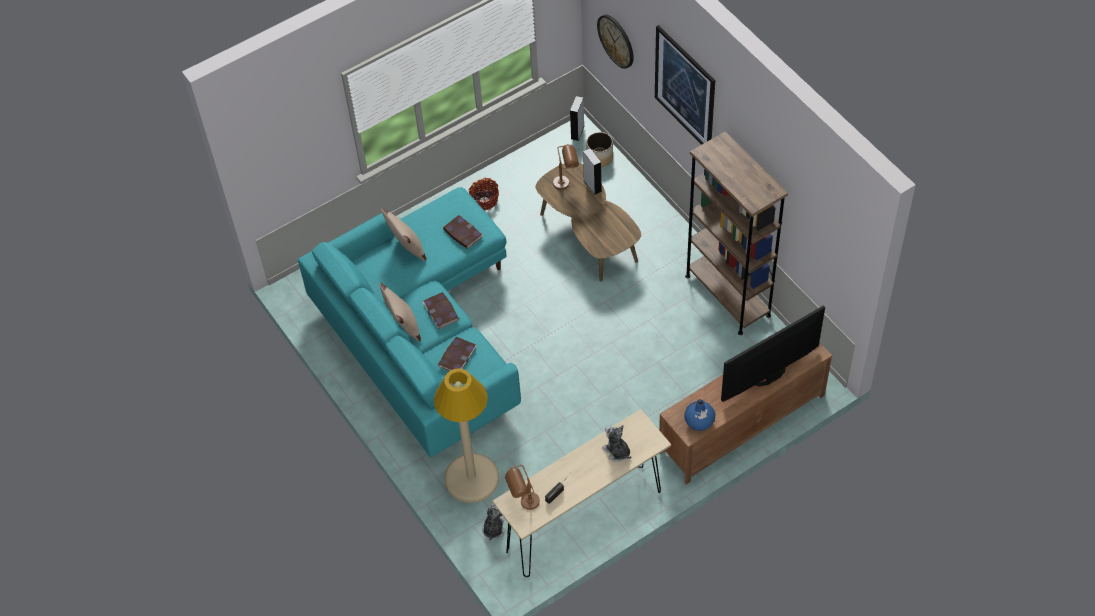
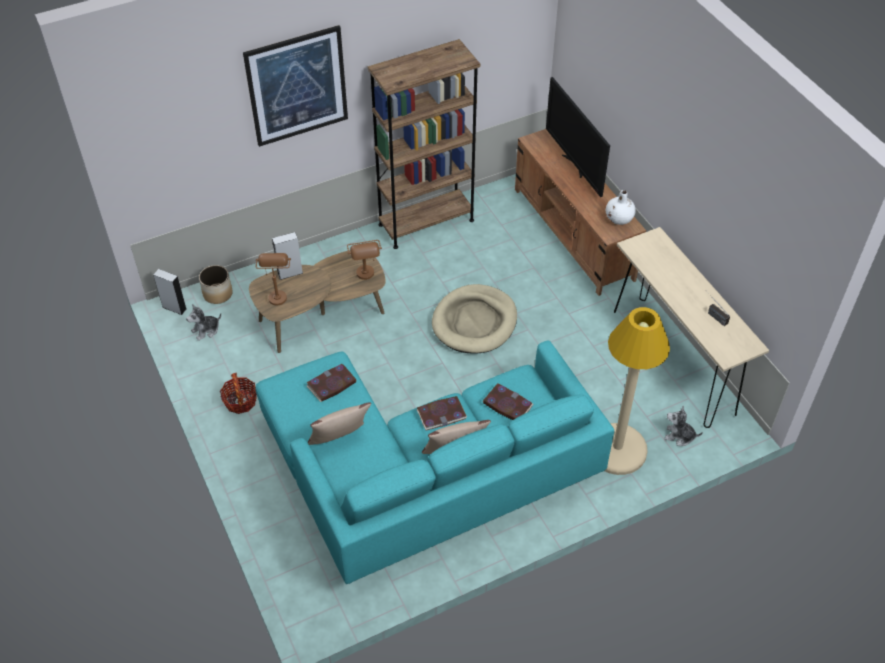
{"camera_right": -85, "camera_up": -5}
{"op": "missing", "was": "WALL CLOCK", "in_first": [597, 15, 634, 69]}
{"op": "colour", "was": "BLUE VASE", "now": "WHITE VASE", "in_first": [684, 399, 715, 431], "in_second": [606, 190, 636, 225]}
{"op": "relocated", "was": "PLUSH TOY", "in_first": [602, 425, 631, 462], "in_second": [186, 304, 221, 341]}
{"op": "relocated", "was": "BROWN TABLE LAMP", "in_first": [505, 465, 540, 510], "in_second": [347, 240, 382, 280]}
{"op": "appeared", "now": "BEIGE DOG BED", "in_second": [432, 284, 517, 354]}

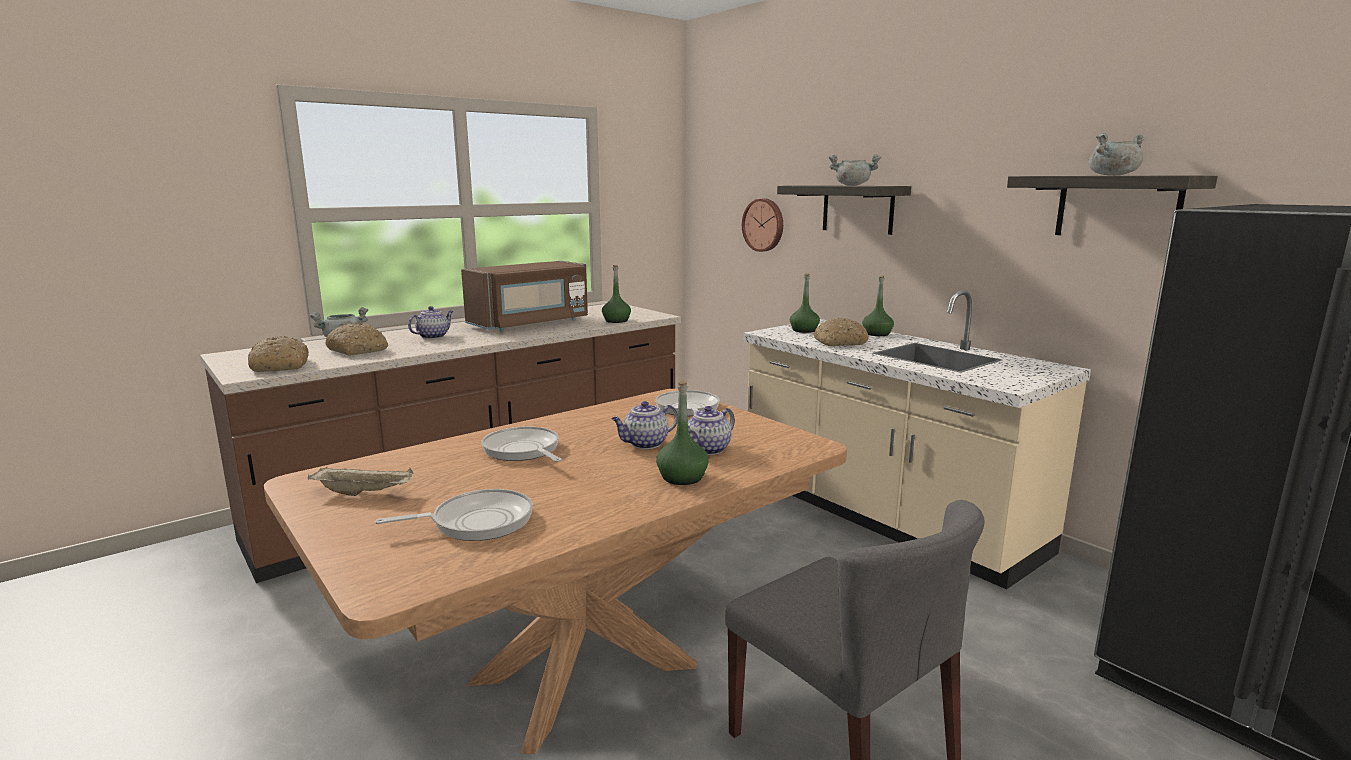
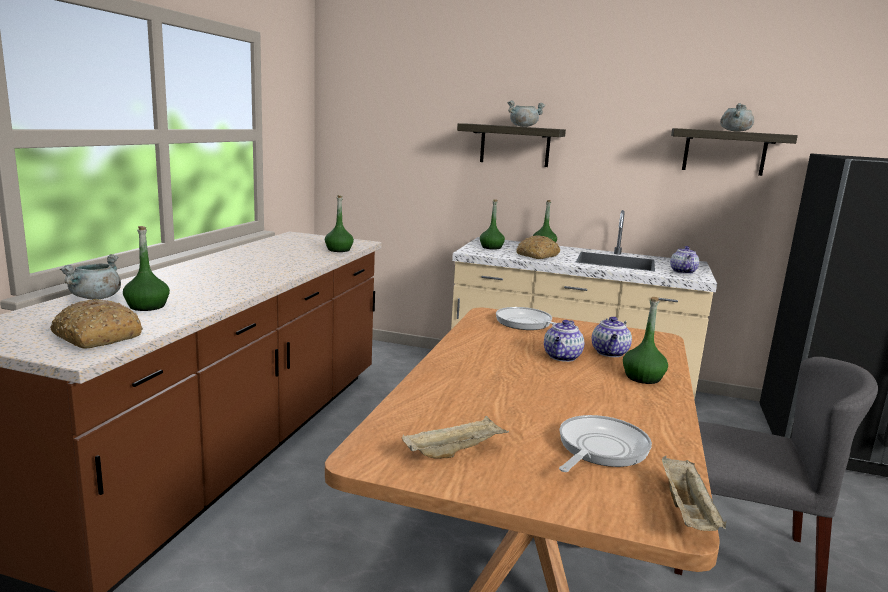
{"camera_right": -35, "camera_up": 0}
{"op": "missing", "was": "WALL CLOCK", "in_first": [742, 198, 783, 252]}
{"op": "missing", "was": "BROWN MICROWAVE", "in_first": [461, 261, 588, 331]}
{"op": "relocated", "was": "TEAPOT", "in_first": [408, 306, 453, 339], "in_second": [670, 246, 699, 274]}
{"op": "exchanged", "was": "BREAD", "now": "GREEN BOTTLE", "in_first": [325, 323, 388, 355], "in_second": [123, 226, 170, 311]}
{"op": "missing", "was": "FRYING PAN", "in_first": [481, 426, 562, 462]}
{"op": "appeared", "now": "BEIGE TRAY", "in_second": [662, 456, 727, 531]}

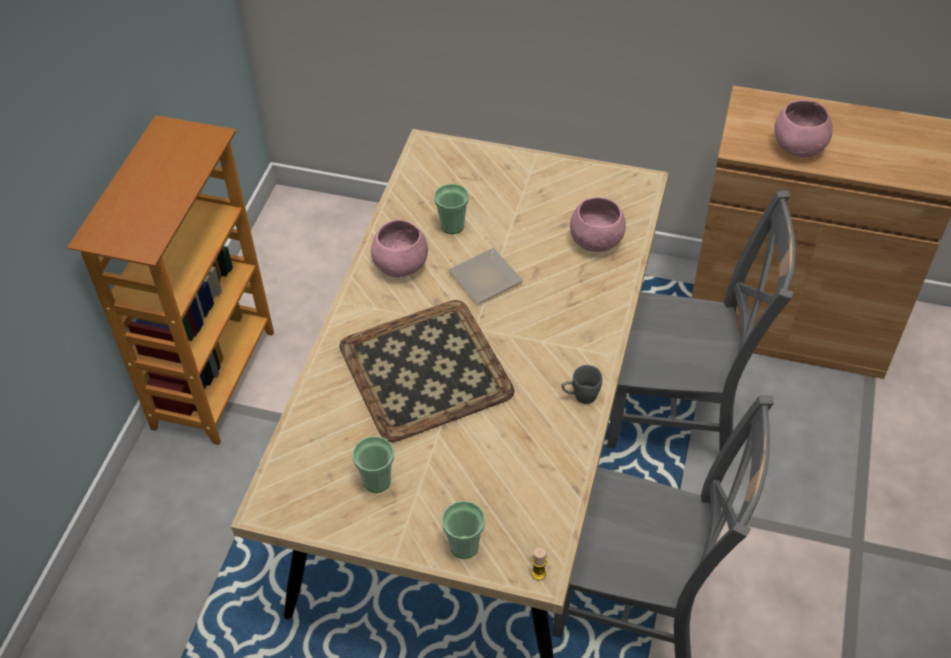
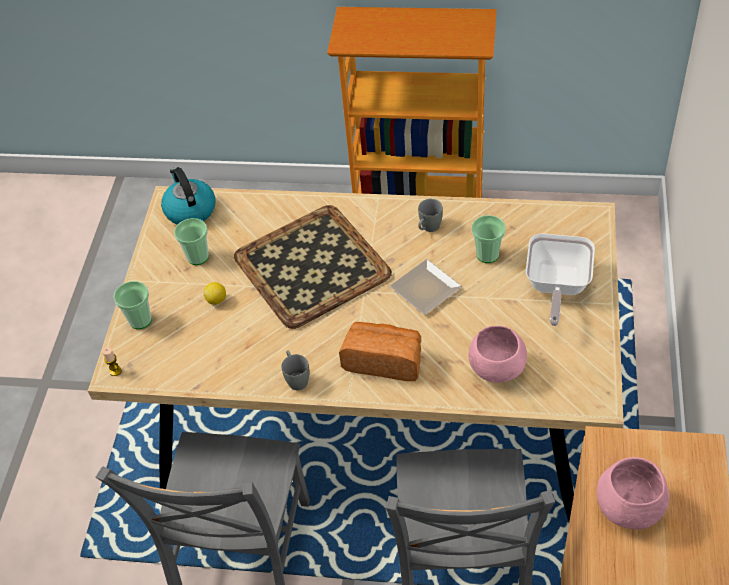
{"camera_right": 85, "camera_up": 0}
{"op": "exchanged", "was": "PINK BOWL", "now": "GREY MUG", "in_first": [371, 219, 428, 277], "in_second": [418, 199, 443, 232]}
{"op": "appeared", "now": "KETTLE", "in_second": [161, 167, 215, 225]}
{"op": "appeared", "now": "FRYING PAN", "in_second": [526, 233, 595, 326]}
{"op": "appeared", "now": "LEMON", "in_second": [203, 282, 226, 305]}
{"op": "appeared", "now": "BREAD", "in_second": [339, 322, 421, 381]}

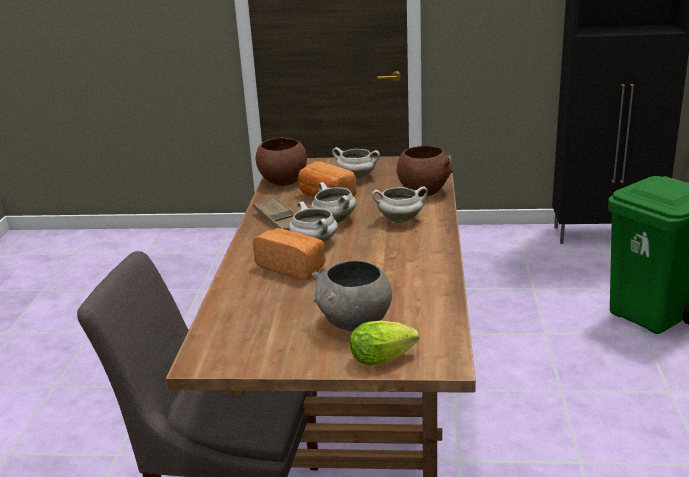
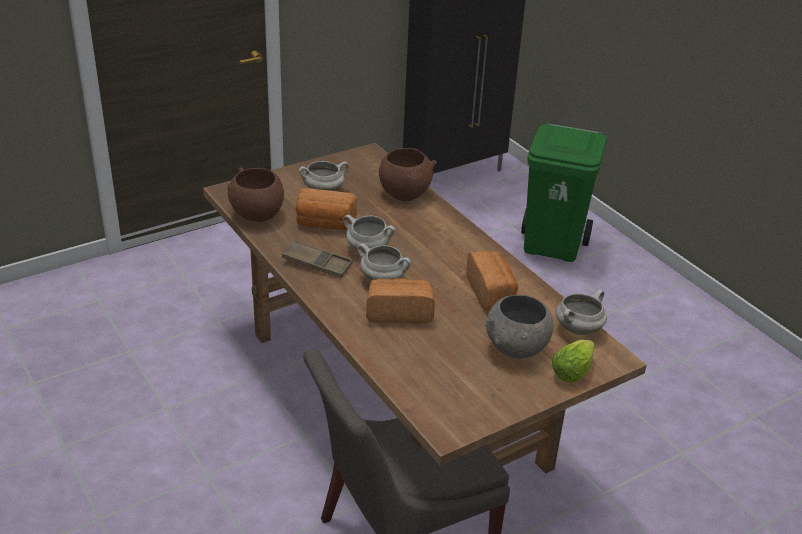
{"camera_right": -40, "camera_up": 10}
{"op": "relocated", "was": "WHITE COOKING POT", "in_first": [372, 187, 428, 223], "in_second": [556, 289, 607, 335]}
{"op": "appeared", "now": "BREAD", "in_second": [466, 251, 518, 311]}

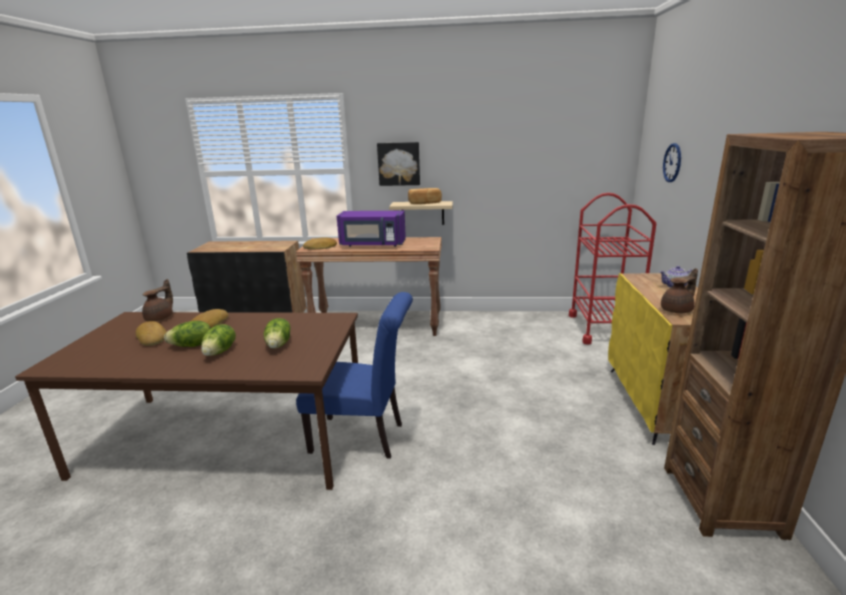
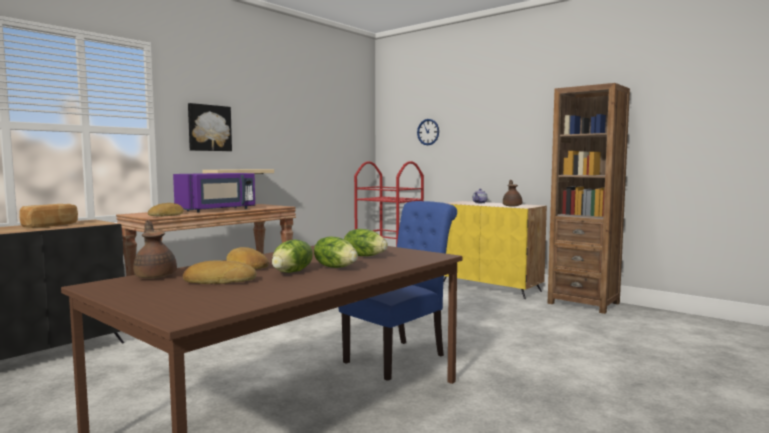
{"camera_right": -55, "camera_up": -15}
{"op": "relocated", "was": "BREAD", "in_first": [408, 188, 442, 204], "in_second": [19, 204, 78, 228]}

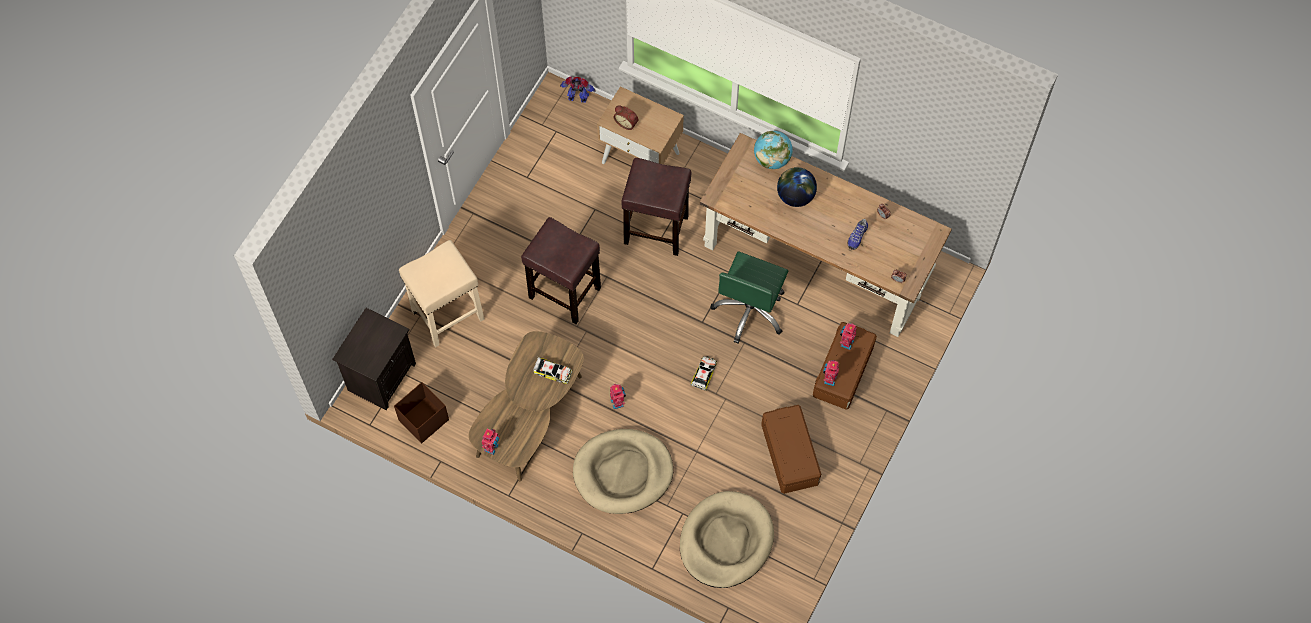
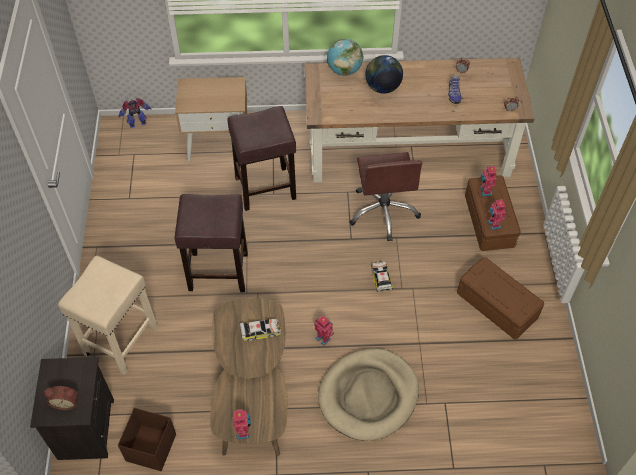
{"camera_right": -30, "camera_up": -10}
{"op": "relocated", "was": "ALARM CLOCK", "in_first": [614, 105, 639, 130], "in_second": [44, 386, 78, 410]}
{"op": "colour", "was": "GREEN OFFICE CHAIR", "now": "BROWN OFFICE CHAIR", "in_first": [711, 251, 788, 344], "in_second": [349, 152, 422, 241]}
{"op": "missing", "was": "BEIGE DOG BED", "in_first": [680, 491, 774, 588]}

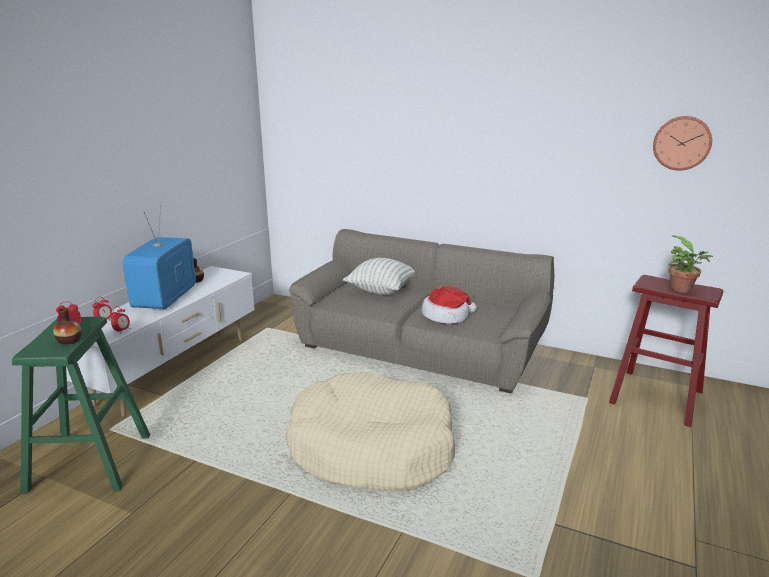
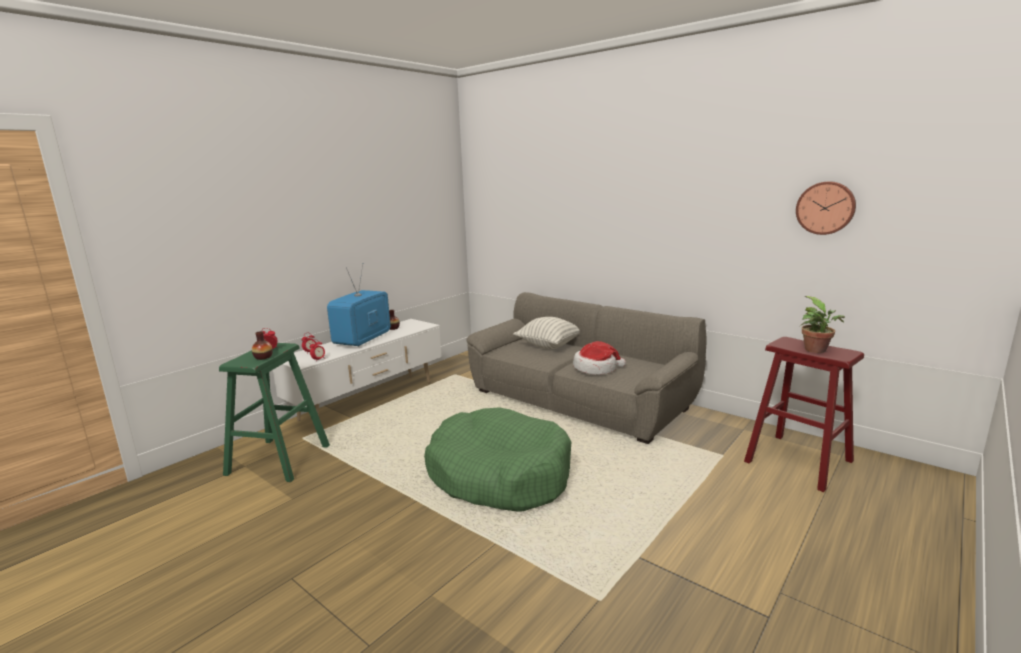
{"camera_right": 15, "camera_up": -5}
{"op": "colour", "was": "BEIGE DOG BED", "now": "GREEN DOG BED", "in_first": [286, 372, 455, 491], "in_second": [424, 407, 571, 512]}

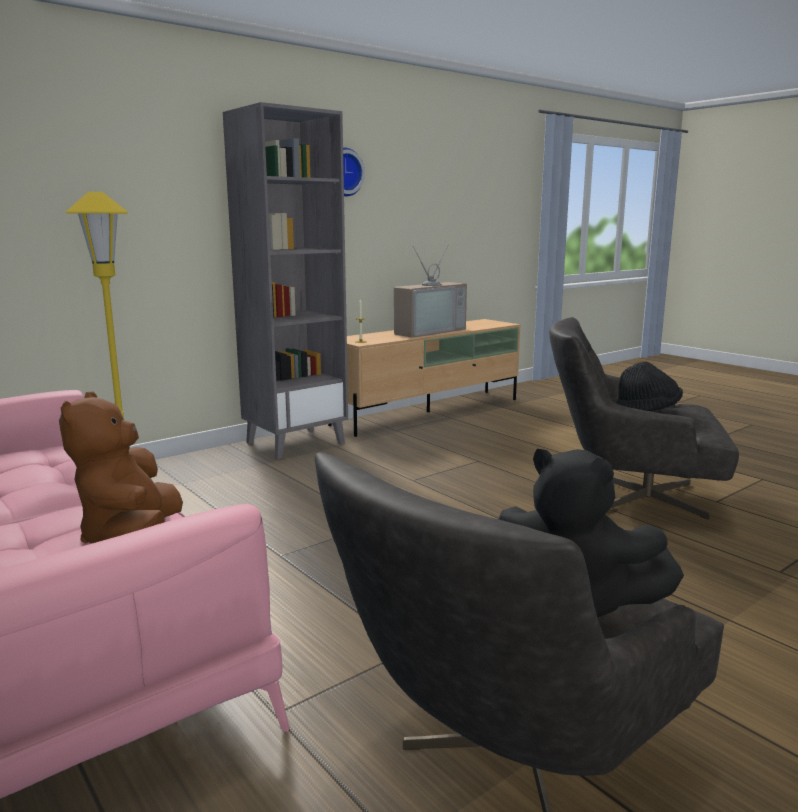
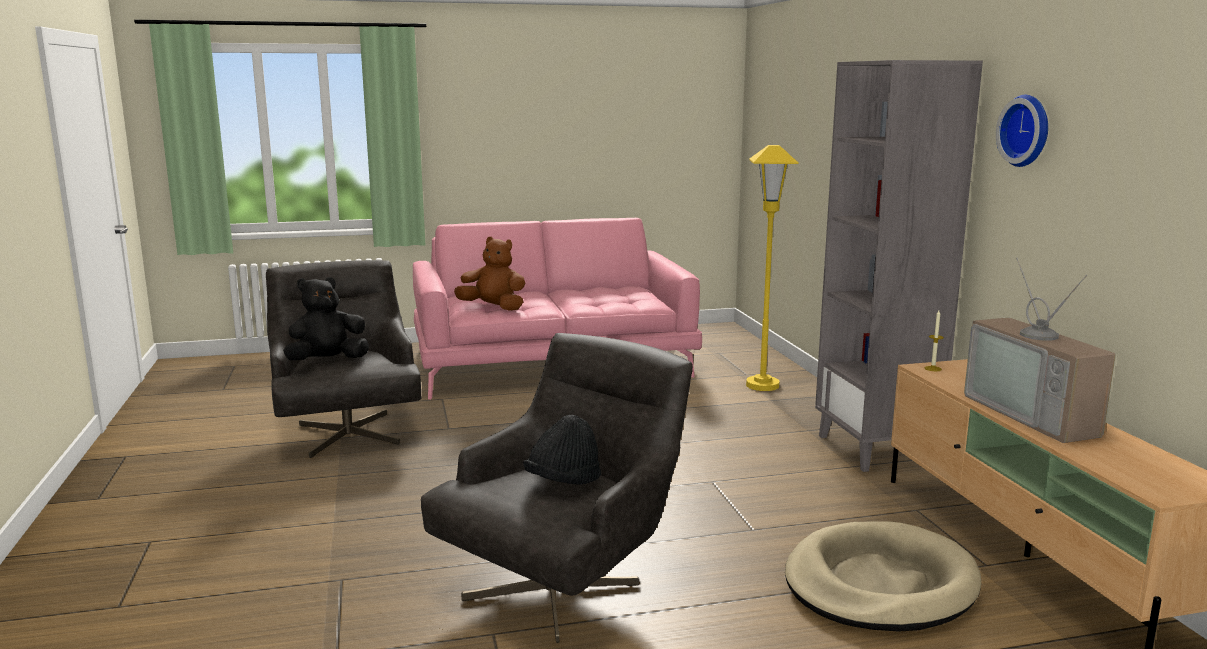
{"camera_right": 115, "camera_up": 0}
{"op": "appeared", "now": "BEIGE DOG BED", "in_second": [785, 521, 981, 632]}

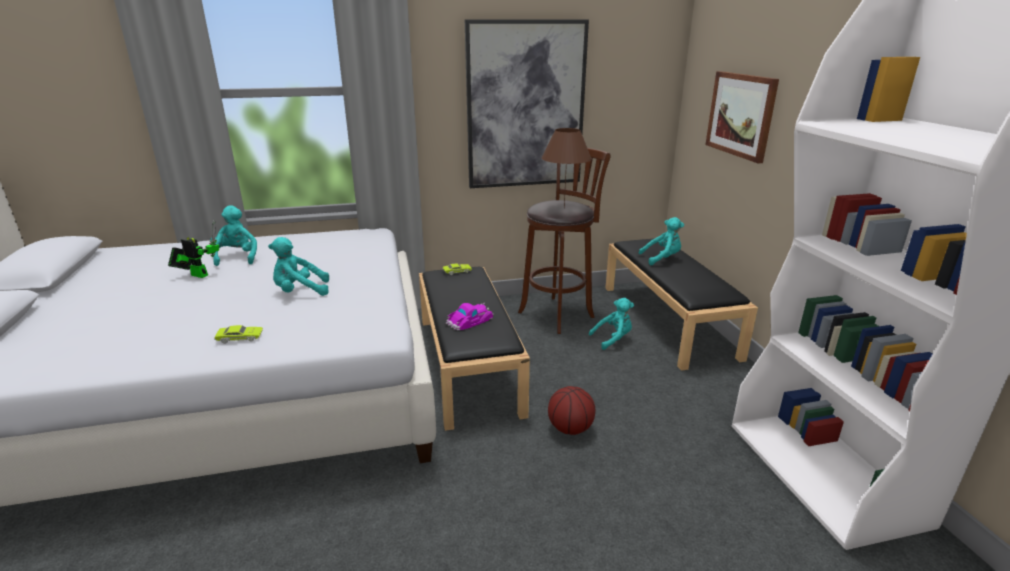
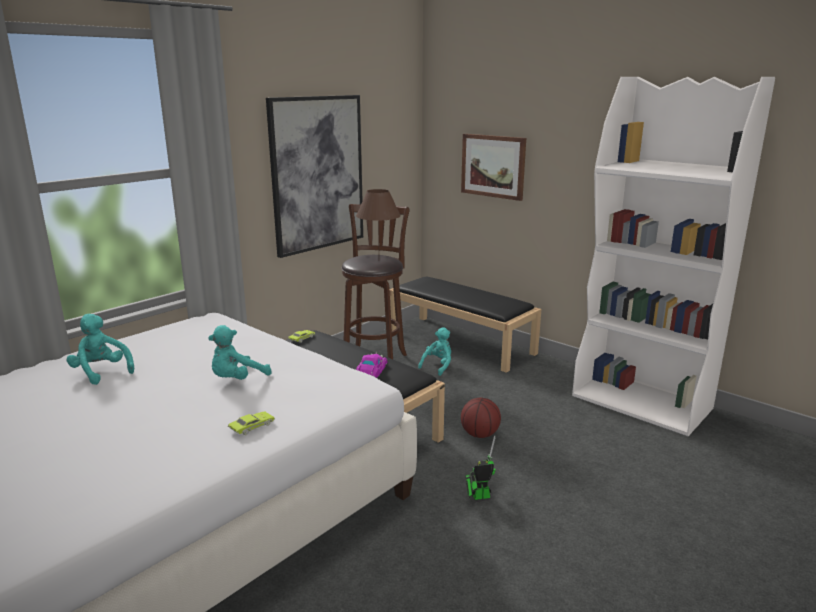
{"camera_right": -35, "camera_up": -5}
{"op": "missing", "was": "TURQUOISE PLUSH TOY", "in_first": [639, 217, 684, 265]}
{"op": "relocated", "was": "TOY ROBOT", "in_first": [168, 220, 219, 278], "in_second": [465, 436, 496, 500]}

